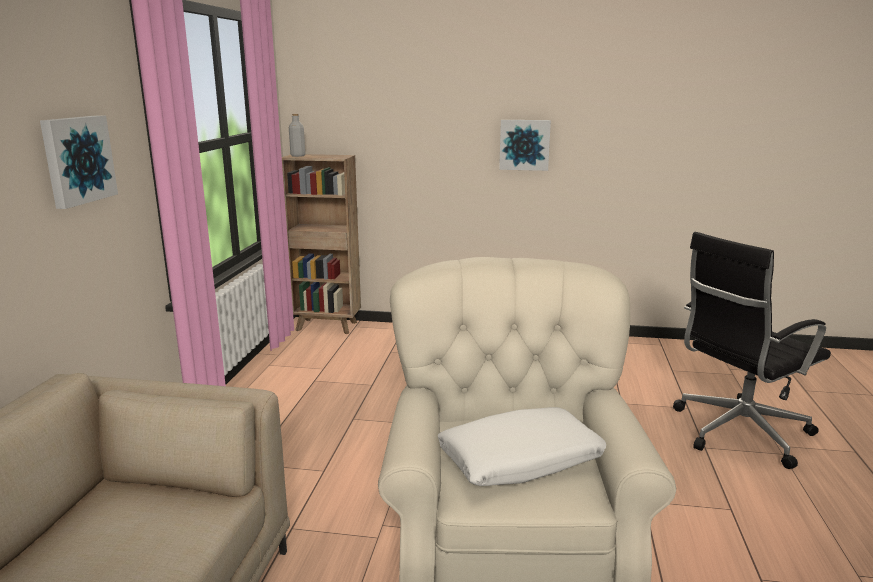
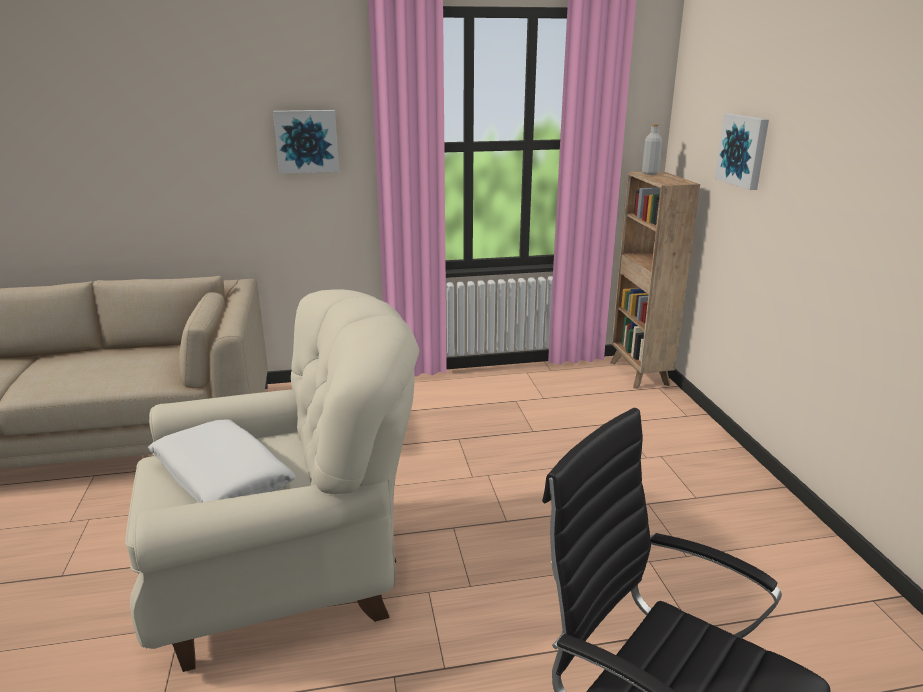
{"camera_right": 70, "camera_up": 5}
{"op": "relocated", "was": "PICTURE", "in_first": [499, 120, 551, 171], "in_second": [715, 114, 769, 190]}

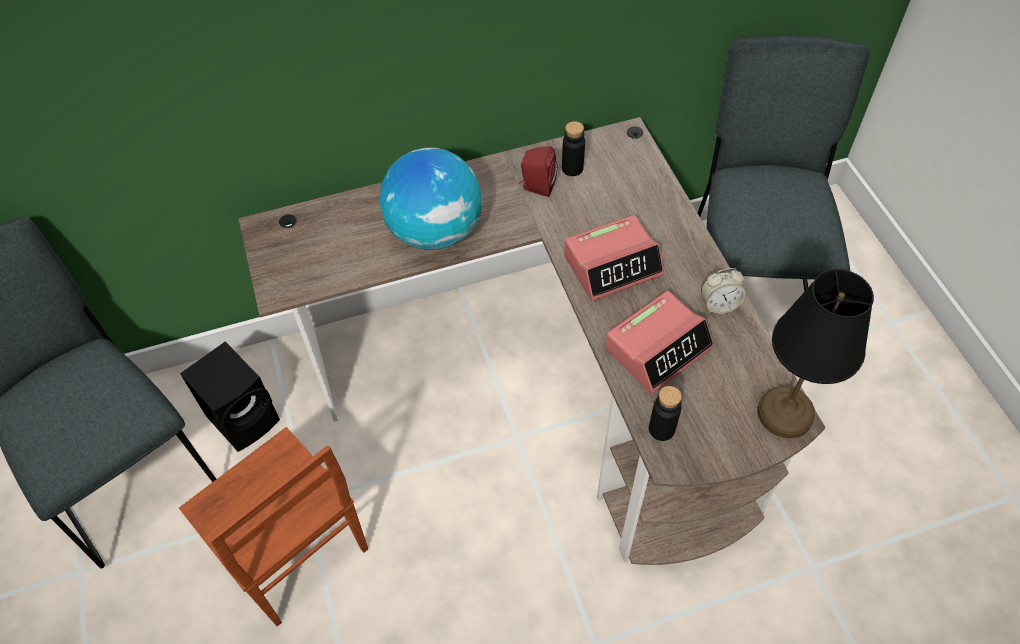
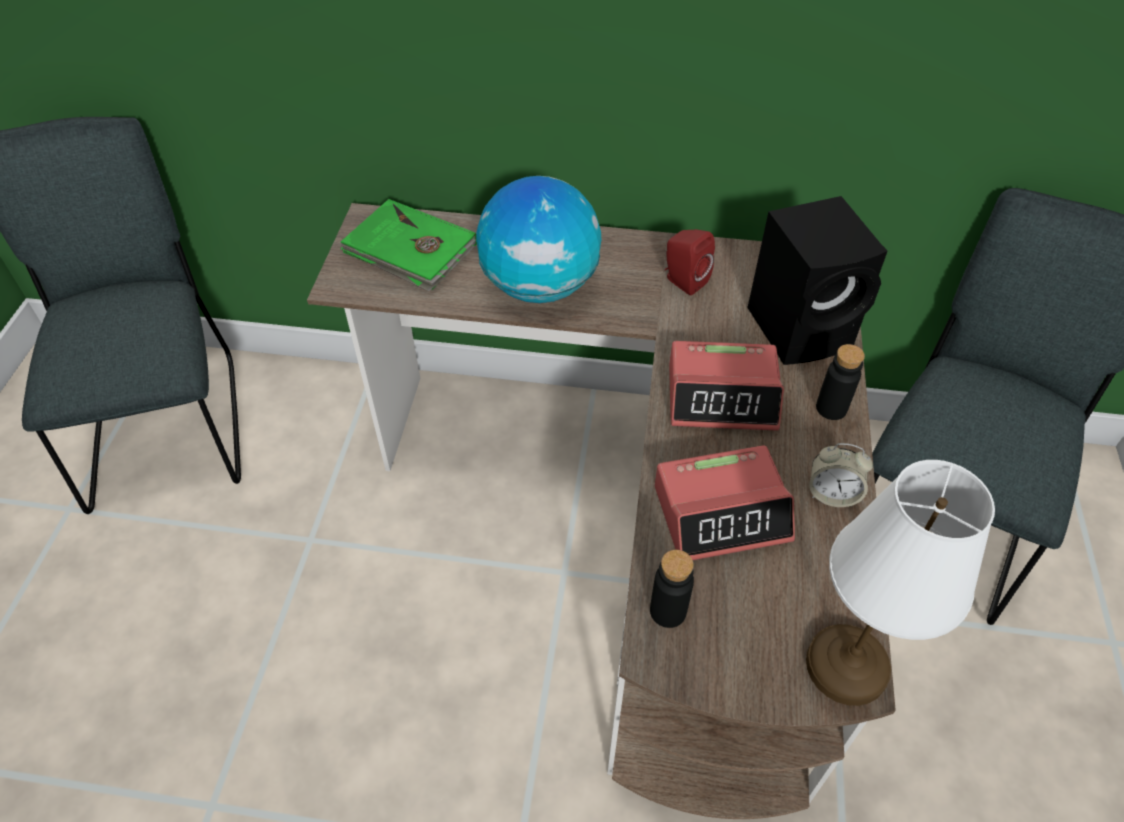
{"camera_right": 25, "camera_up": -5}
{"op": "relocated", "was": "BLACK BOTTLE", "in_first": [562, 121, 585, 176], "in_second": [816, 344, 865, 420]}
{"op": "colour", "was": "BLACK TABLE LAMP", "now": "WHITE TABLE LAMP", "in_first": [757, 269, 874, 438], "in_second": [806, 460, 995, 706]}
{"op": "relocated", "was": "BLACK SPEAKER", "in_first": [180, 341, 280, 452], "in_second": [747, 196, 888, 365]}
{"op": "missing", "was": "BROWN CHAIR", "in_first": [179, 427, 368, 627]}
{"op": "appeared", "now": "GREEN BOOK", "in_second": [340, 199, 477, 292]}

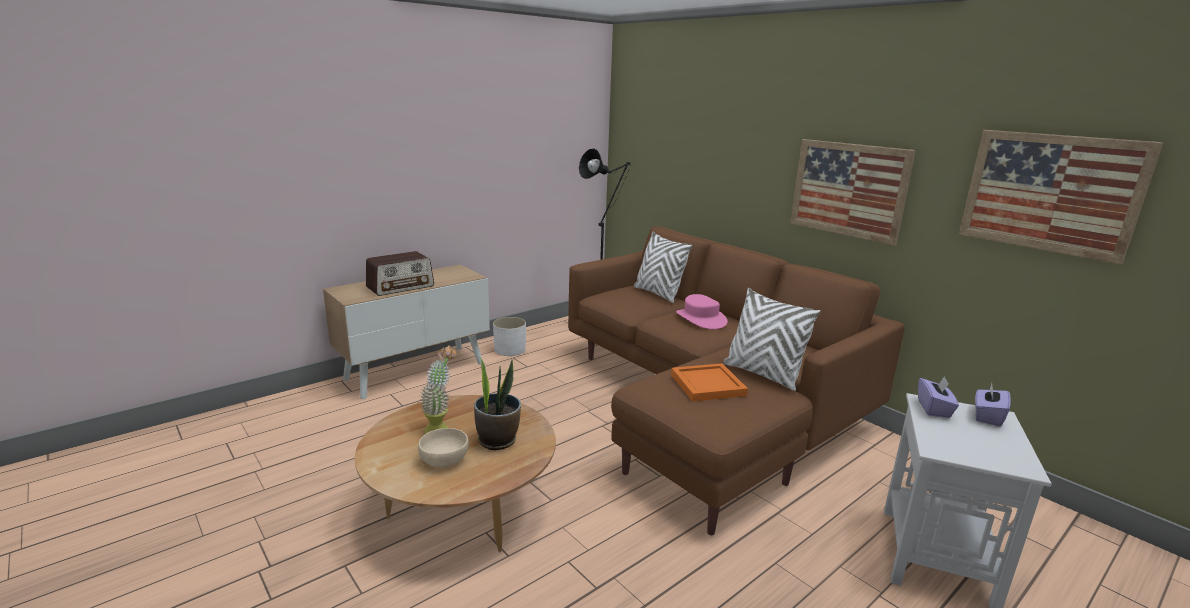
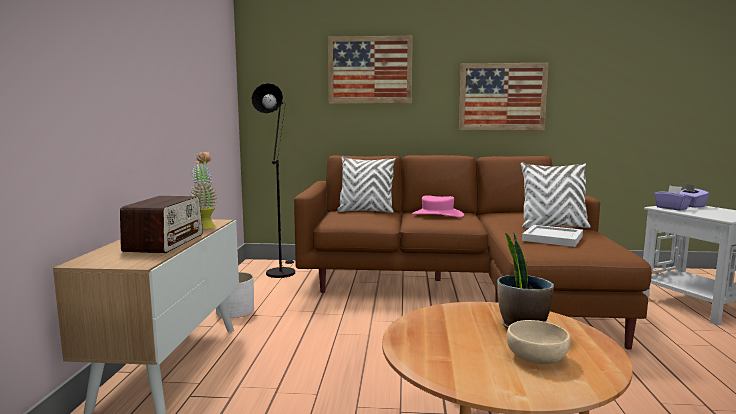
{"camera_right": -45, "camera_up": -10}
{"op": "relocated", "was": "PICTURE", "in_first": [959, 130, 1163, 265], "in_second": [328, 36, 413, 104]}
{"op": "relocated", "was": "POTTED PLANT", "in_first": [420, 345, 456, 433], "in_second": [191, 152, 217, 229]}
{"op": "colour", "was": "ORANGE TRAY", "now": "WHITE TRAY", "in_first": [671, 363, 748, 402], "in_second": [522, 225, 583, 247]}

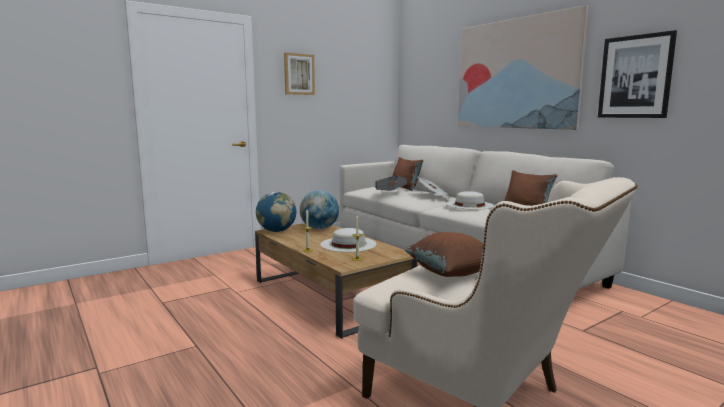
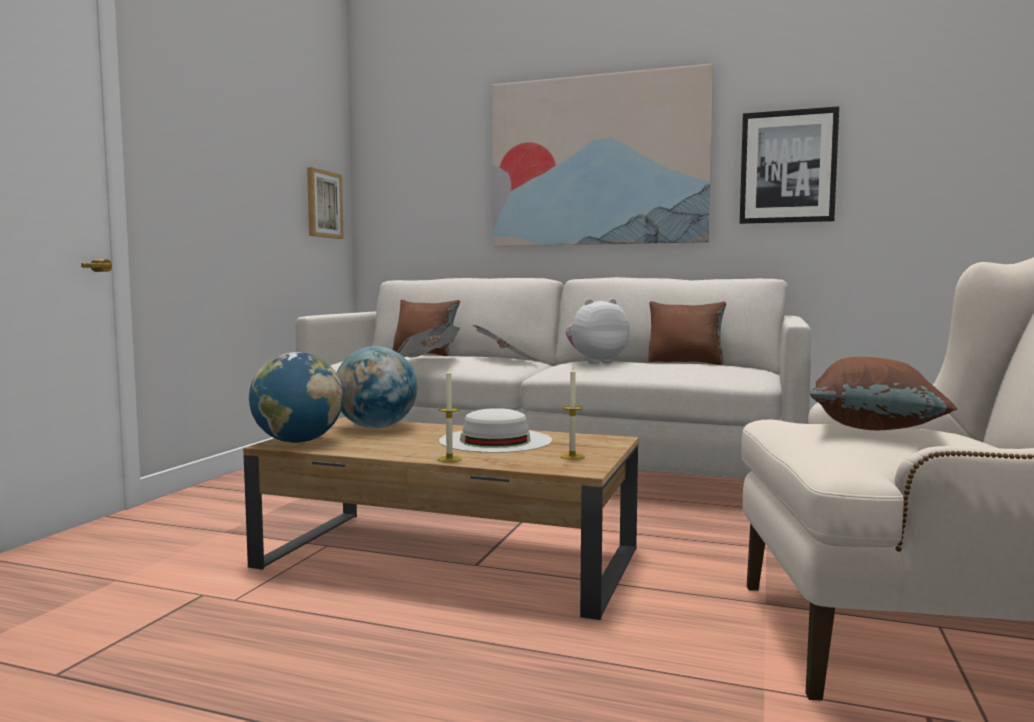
{"camera_right": -35, "camera_up": -5}
{"op": "relocated", "was": "PICTURE", "in_first": [284, 53, 315, 95], "in_second": [307, 167, 344, 239]}
{"op": "exchanged", "was": "WHITE HAT", "now": "PLUSH TOY", "in_first": [445, 191, 495, 210], "in_second": [566, 298, 630, 364]}

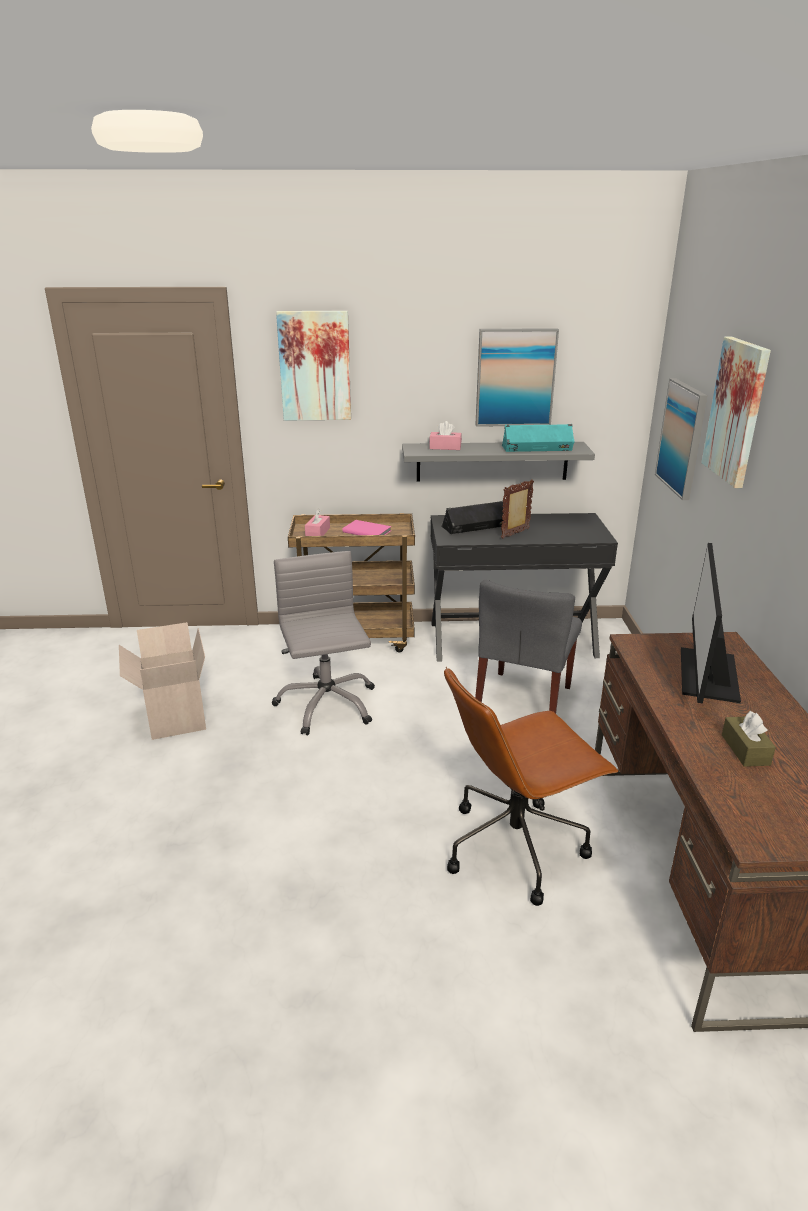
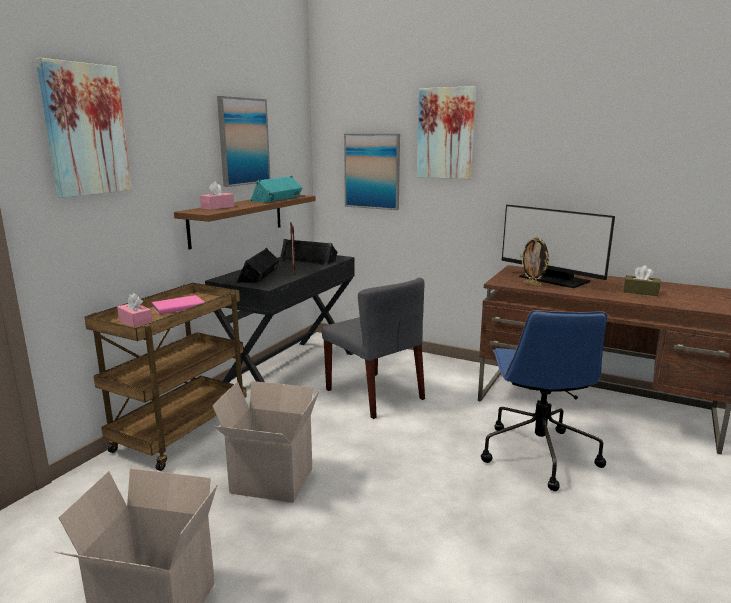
{"camera_right": -60, "camera_up": -10}
{"op": "colour", "was": "GREY SHELF", "now": "BROWN SHELF", "in_first": [402, 442, 595, 482], "in_second": [174, 195, 316, 249]}
{"op": "exchanged", "was": "GREY OFFICE CHAIR", "now": "CARDBOARD BOX", "in_first": [272, 551, 375, 735], "in_second": [212, 381, 319, 503]}
{"op": "colour", "was": "BROWN OFFICE CHAIR", "now": "BLUE OFFICE CHAIR", "in_first": [444, 667, 619, 906], "in_second": [481, 310, 607, 491]}
{"op": "appeared", "now": "PICTURE FRAME", "in_second": [520, 236, 550, 287]}
{"op": "appeared", "now": "BLACK SPEAKER", "in_second": [279, 239, 337, 265]}

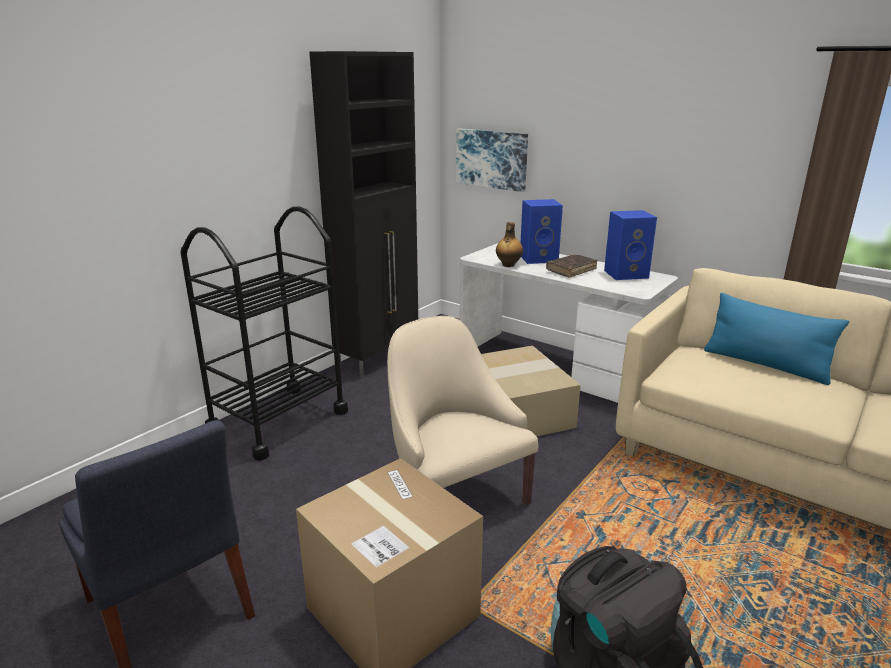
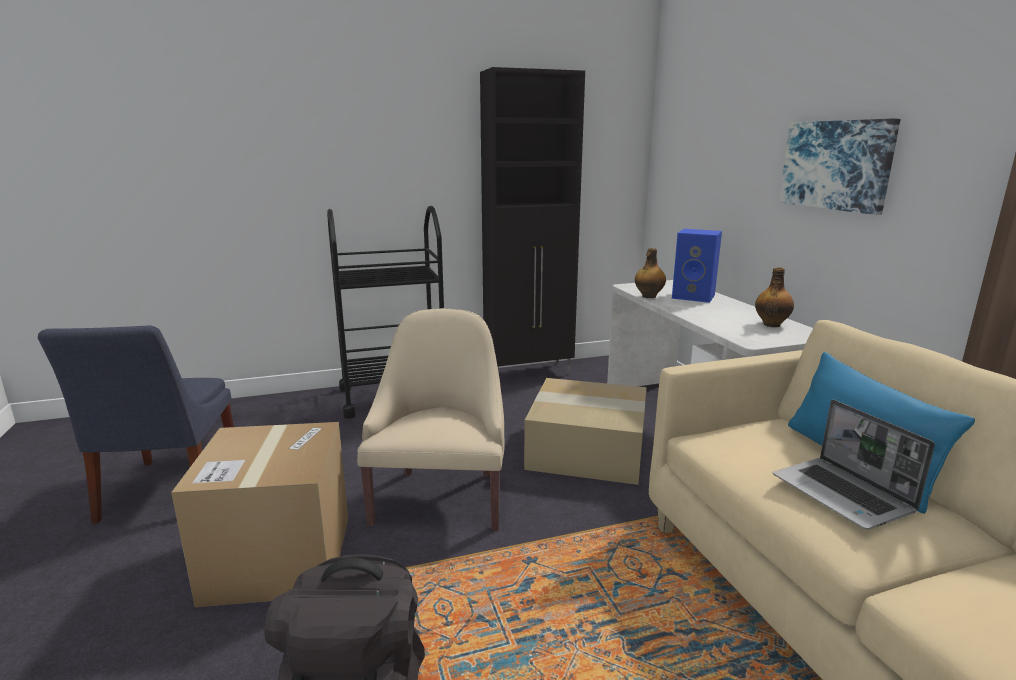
{"camera_right": 35, "camera_up": -5}
{"op": "relocated", "was": "PICTURE", "in_first": [456, 129, 528, 192], "in_second": [779, 118, 901, 215]}
{"op": "exchanged", "was": "BLUE SPEAKER", "now": "BOTTLE", "in_first": [604, 210, 657, 280], "in_second": [755, 267, 794, 327]}
{"op": "missing", "was": "BROWN BOOK", "in_first": [546, 255, 598, 278]}
{"op": "appeared", "now": "LAPTOP", "in_second": [773, 400, 935, 530]}

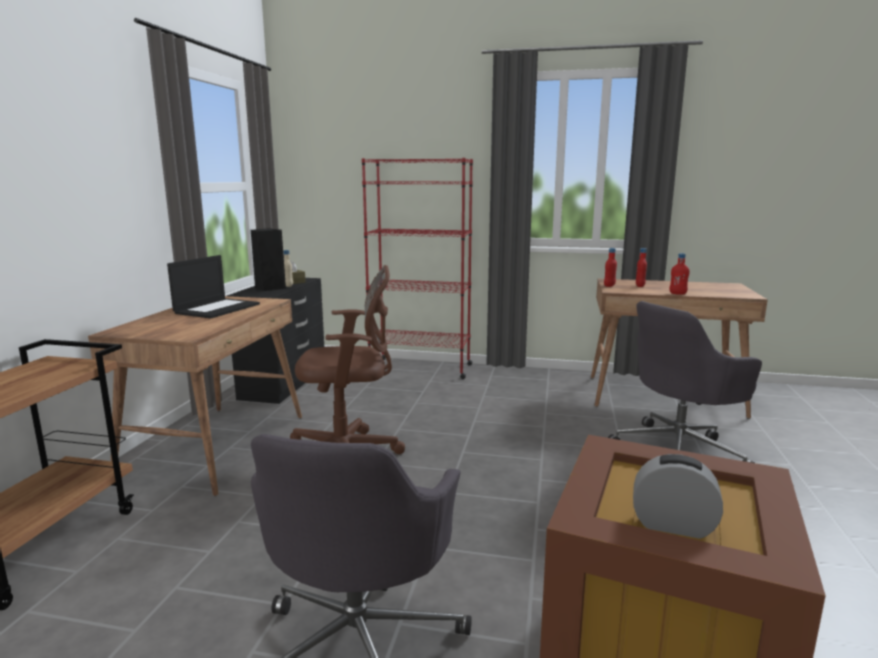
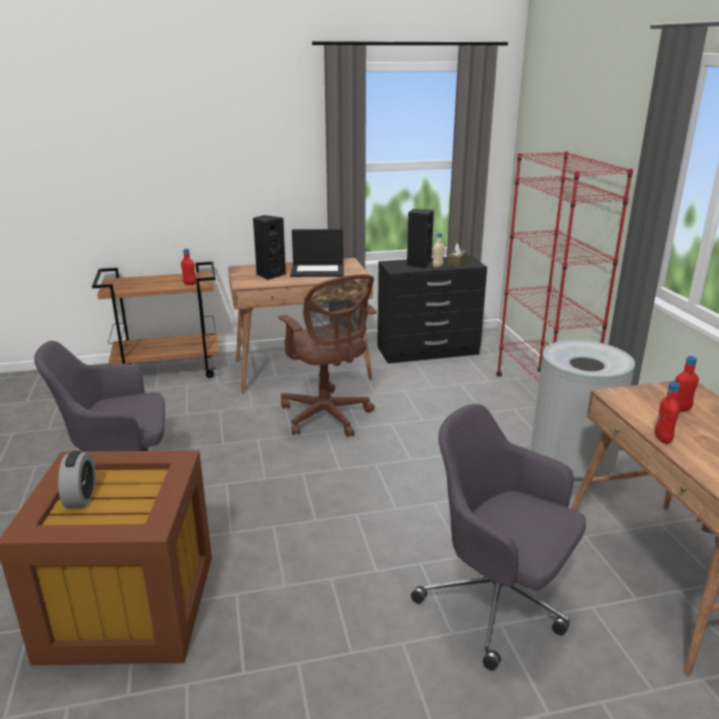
{"camera_right": 65, "camera_up": 10}
{"op": "relocated", "was": "RED BOTTLE", "in_first": [604, 248, 617, 287], "in_second": [181, 249, 196, 285]}
{"op": "appeared", "now": "BLACK SPEAKER", "in_second": [253, 215, 286, 280]}
{"op": "appeared", "now": "GREY TRASH CAN", "in_second": [531, 340, 635, 487]}

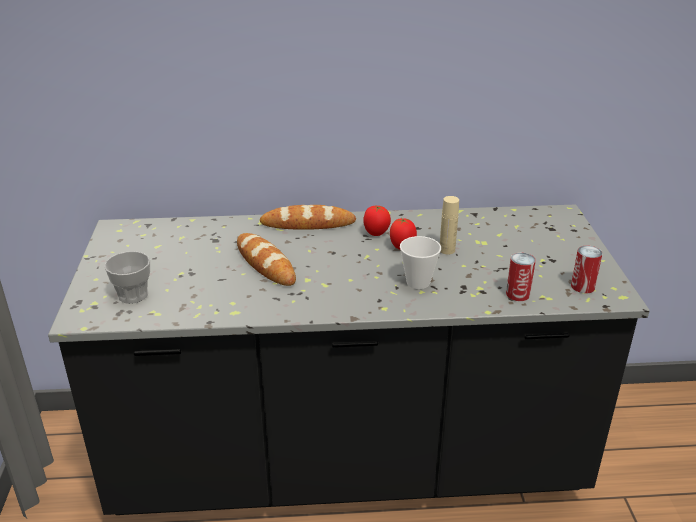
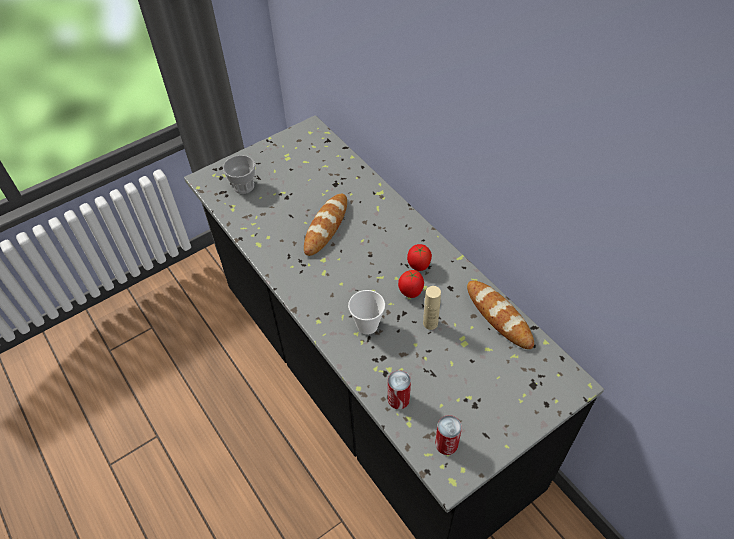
{"camera_right": 60, "camera_up": 20}
{"op": "relocated", "was": "BREAD", "in_first": [260, 205, 356, 230], "in_second": [467, 280, 534, 349]}

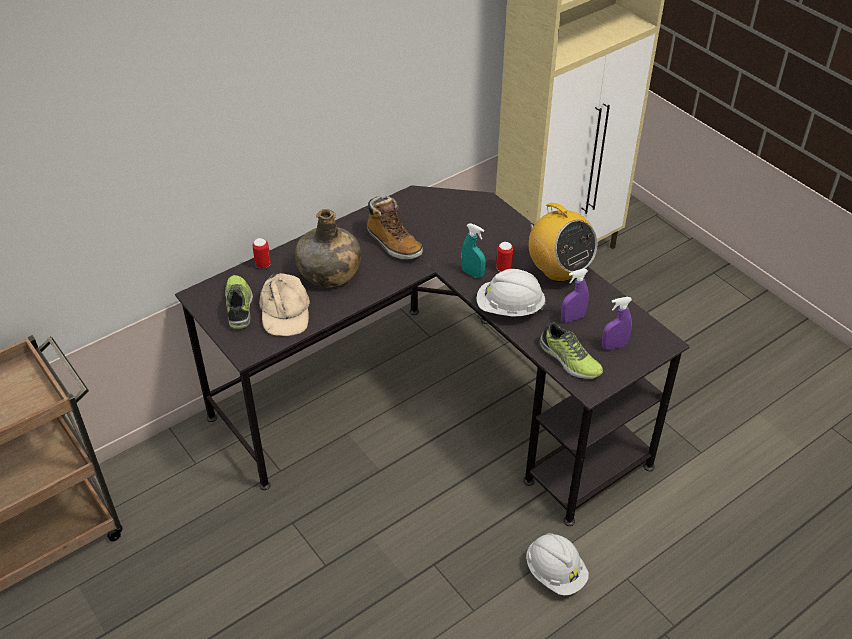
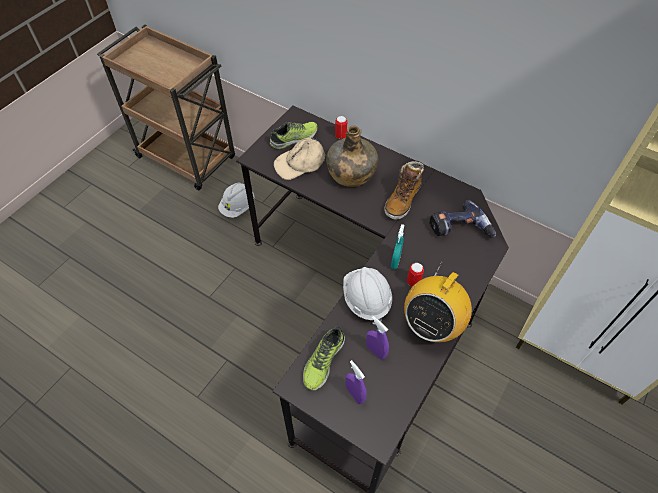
{"camera_right": 70, "camera_up": 10}
{"op": "relocated", "was": "WHITE HARD HAT", "in_first": [526, 533, 589, 596], "in_second": [218, 183, 254, 218]}
{"op": "appeared", "now": "POWER DRILL", "in_second": [429, 200, 496, 238]}

